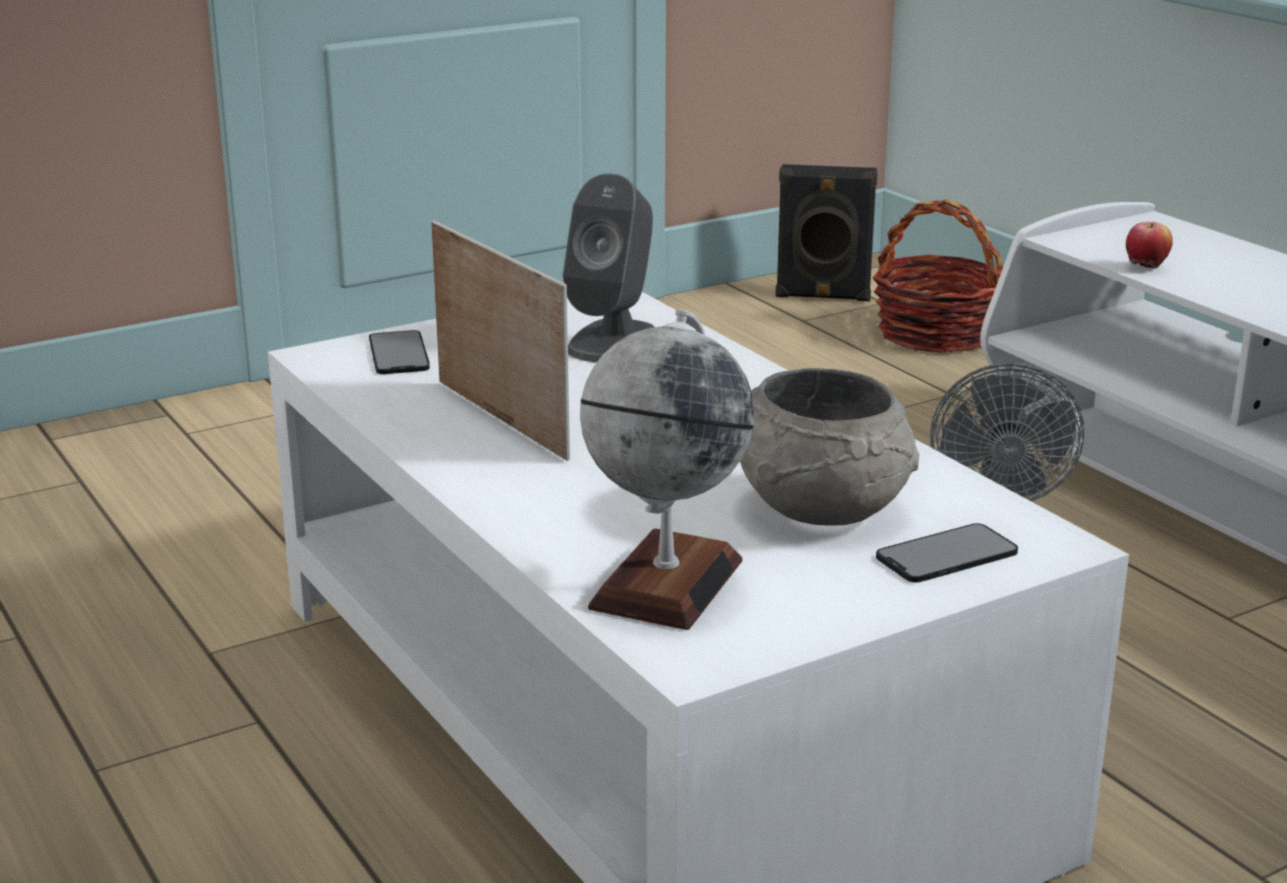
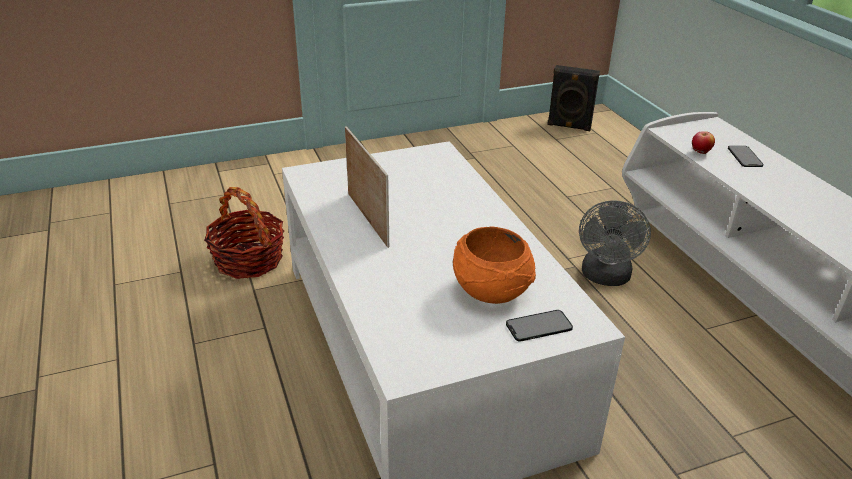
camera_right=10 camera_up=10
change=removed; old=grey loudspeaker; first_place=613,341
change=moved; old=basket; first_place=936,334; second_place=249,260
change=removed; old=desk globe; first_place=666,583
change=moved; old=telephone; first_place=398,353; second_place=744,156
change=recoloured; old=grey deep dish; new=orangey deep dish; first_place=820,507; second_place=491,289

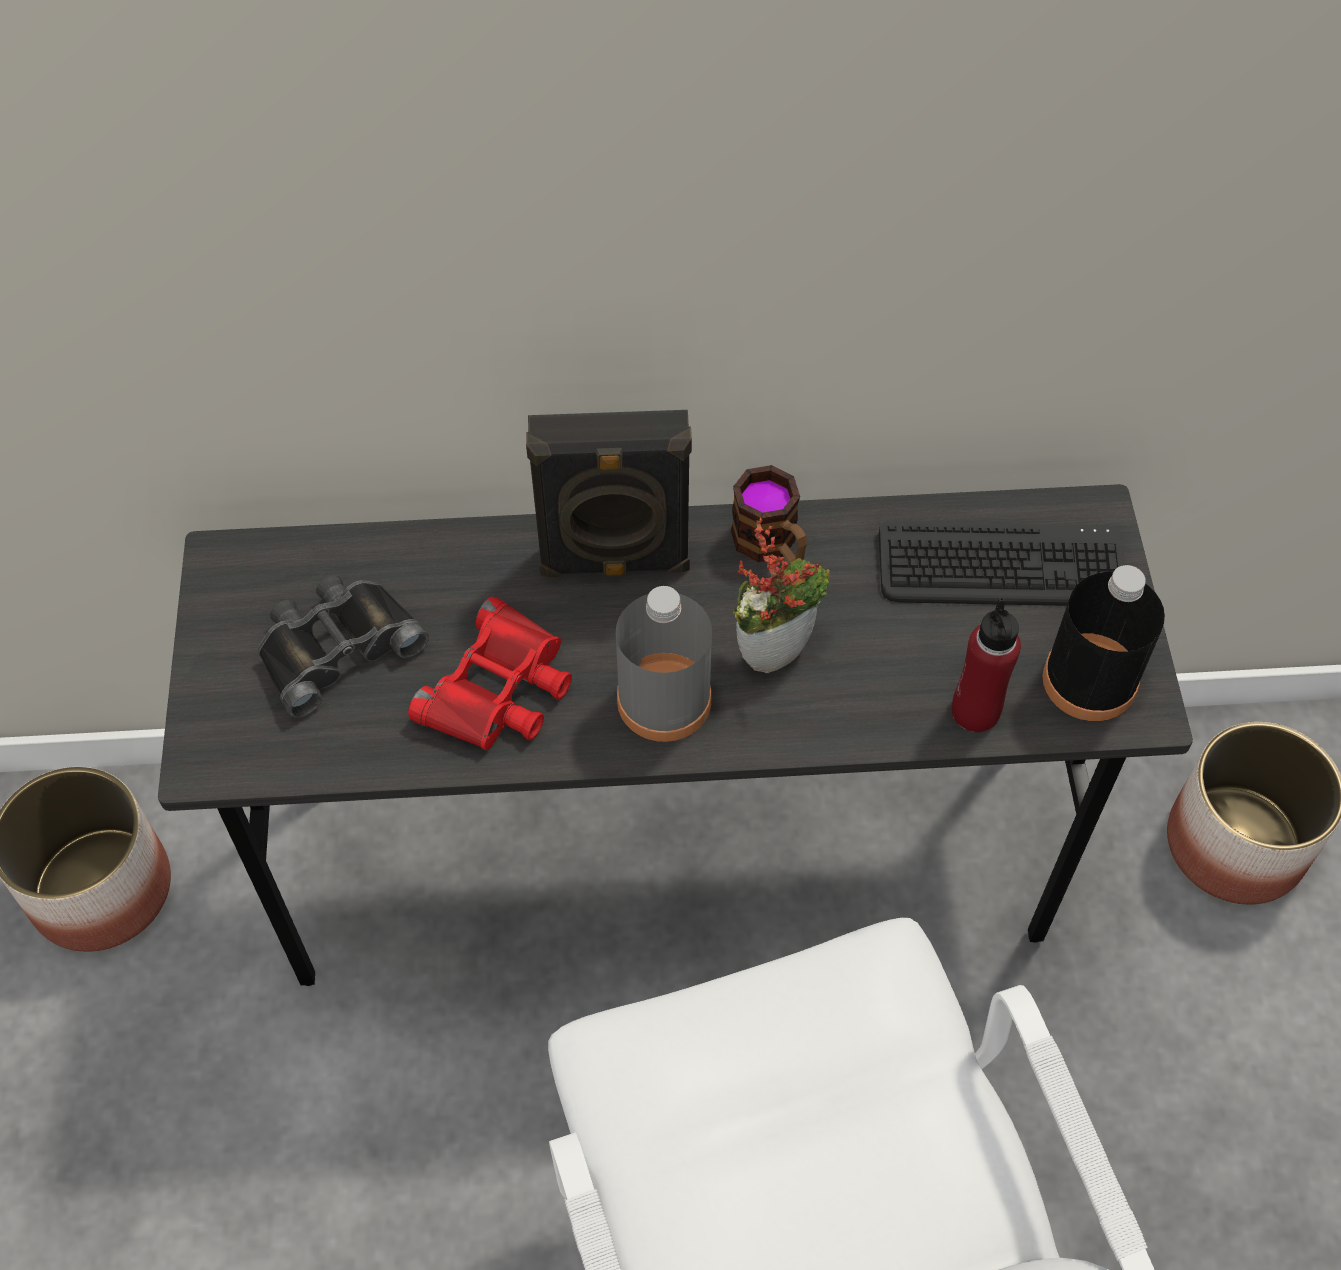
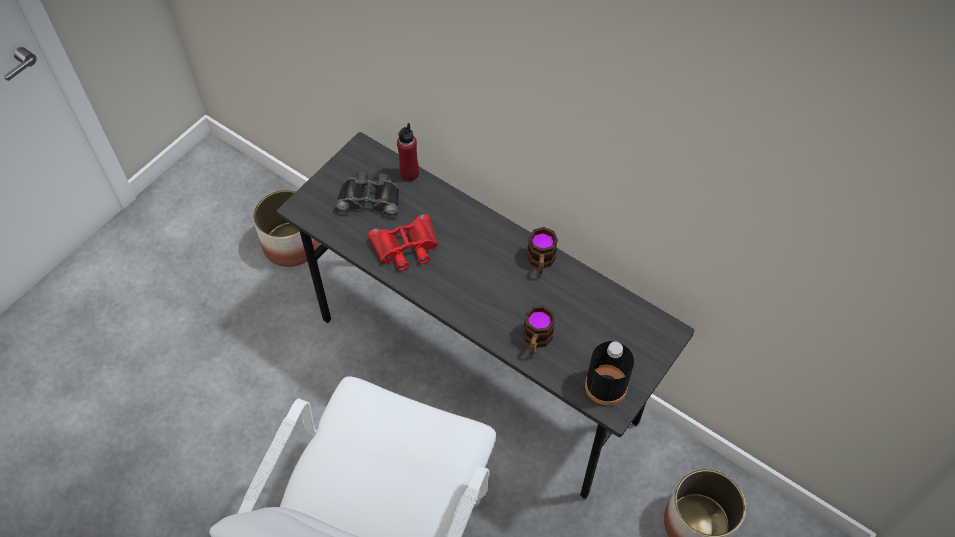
camera_right=40 camera_up=0
change=removed; old=blackish loudspeaker; first_place=614,563
change=removed; old=potted plant; first_place=774,647
change=removed; old=keyboard; first_place=1001,567
change=removed; old=grey bottle; first_place=664,700
change=moved; old=red-coloured bottle; first_place=975,711; second_place=409,173
change=added; new=coffee mug; second_place=536,340

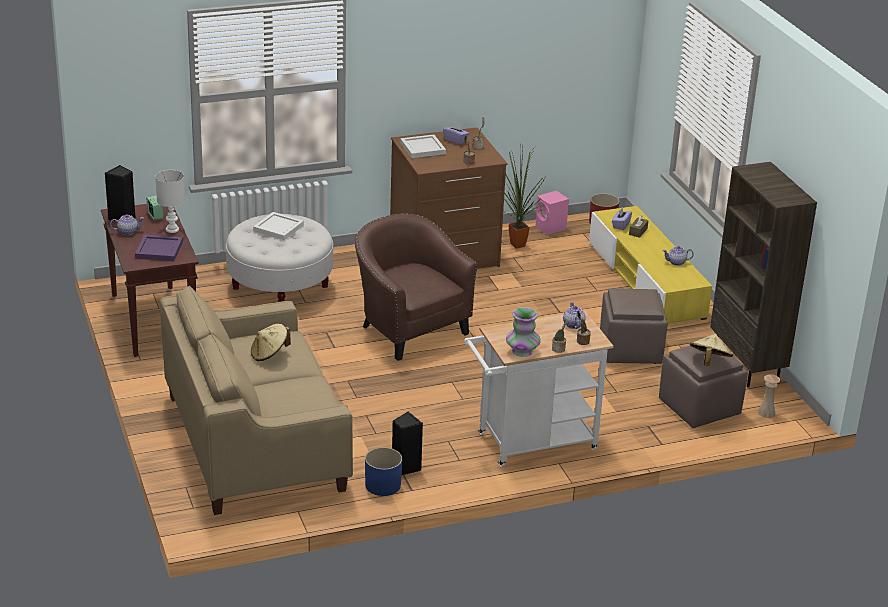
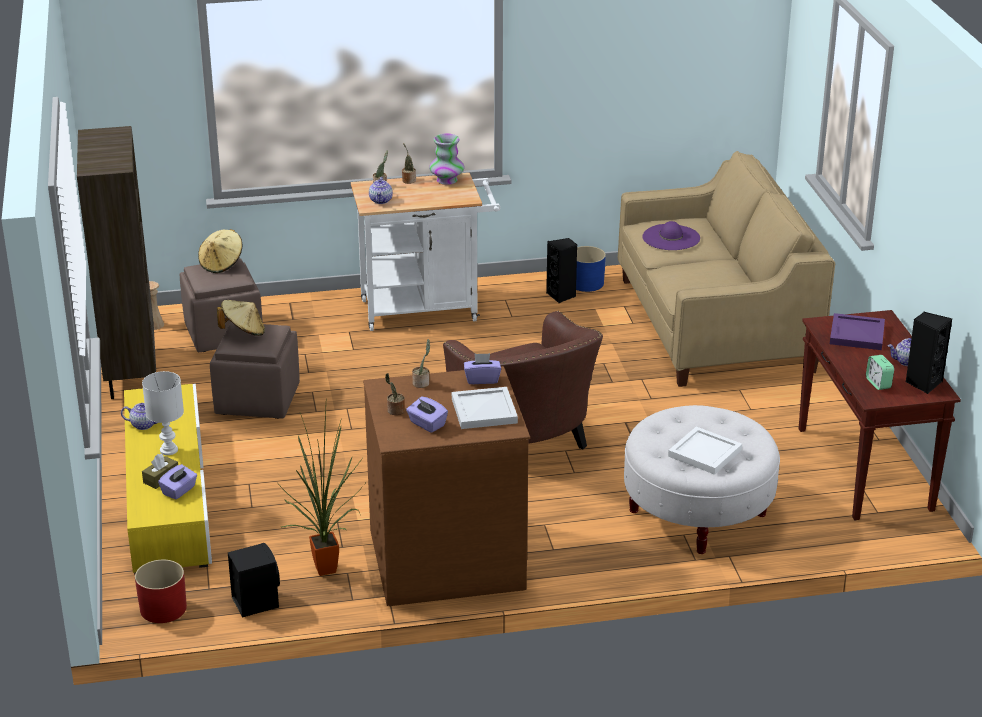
camera_right=-170 camera_up=0
change=moved; old=white tabletop lamp; first_place=171,230; second_place=169,450
change=recoloured; old=pinkish loudspeaker; new=blackish loudspeaker; first_place=551,228; second_place=255,601
change=moved; old=beige-coloured wearable hat; first_place=269,354; second_place=243,332
change=added; new=purple-coloured wearable hat; second_place=671,237
change=added; new=purple-coloured tissue box; second_place=482,379

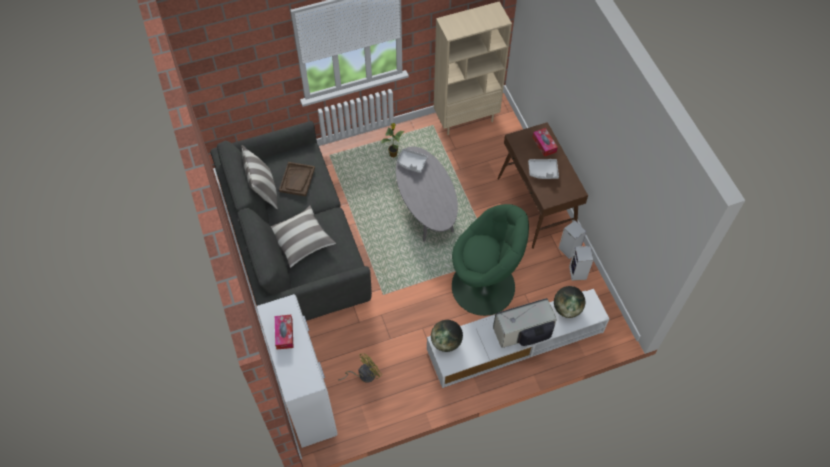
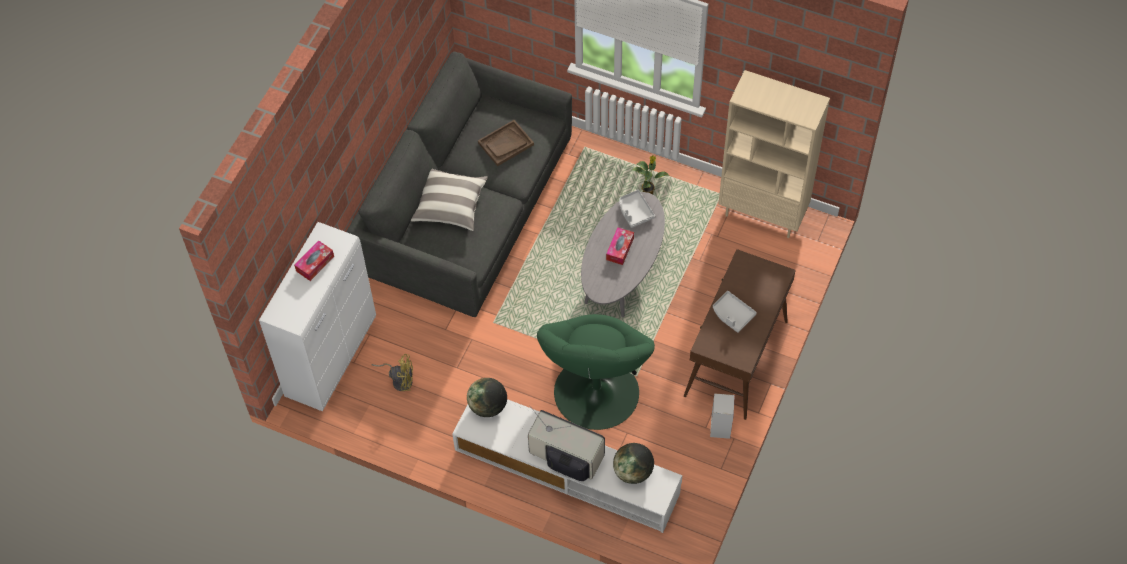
camera_right=45 camera_up=0
change=moved; old=tissue box; first_place=544,144; second_place=620,249
change=removed; old=cushion; first_place=263,191
change=turned; old=greenish easy chair; first_place=484,286; second_place=595,393; degrees=45
change=removed; old=loudspeaker; first_place=578,273

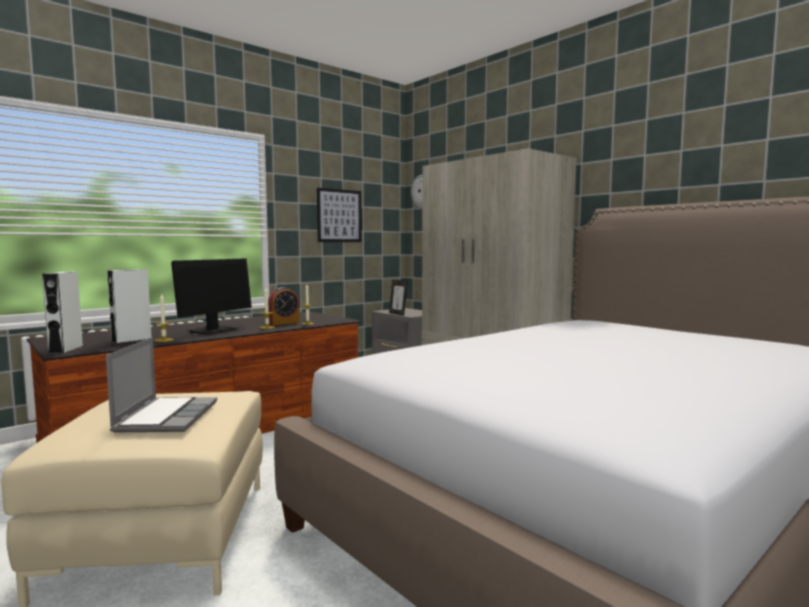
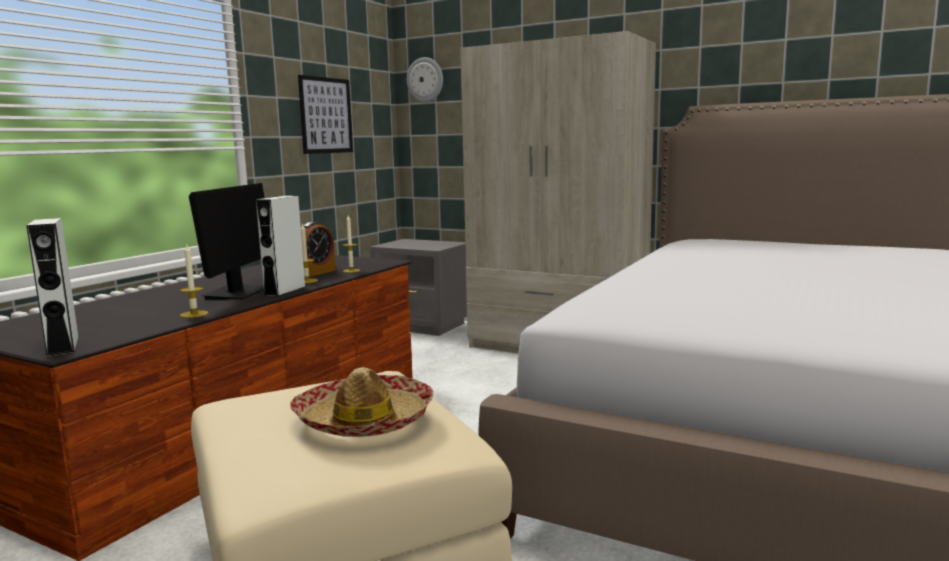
camera_right=-20 camera_up=5
change=moved; old=white loudspeaker; first_place=132,340; second_place=284,291
change=removed; old=photo frame; first_place=398,314
change=replaced; old=laptop; new=wearable hat; first_place=166,416; second_place=365,420

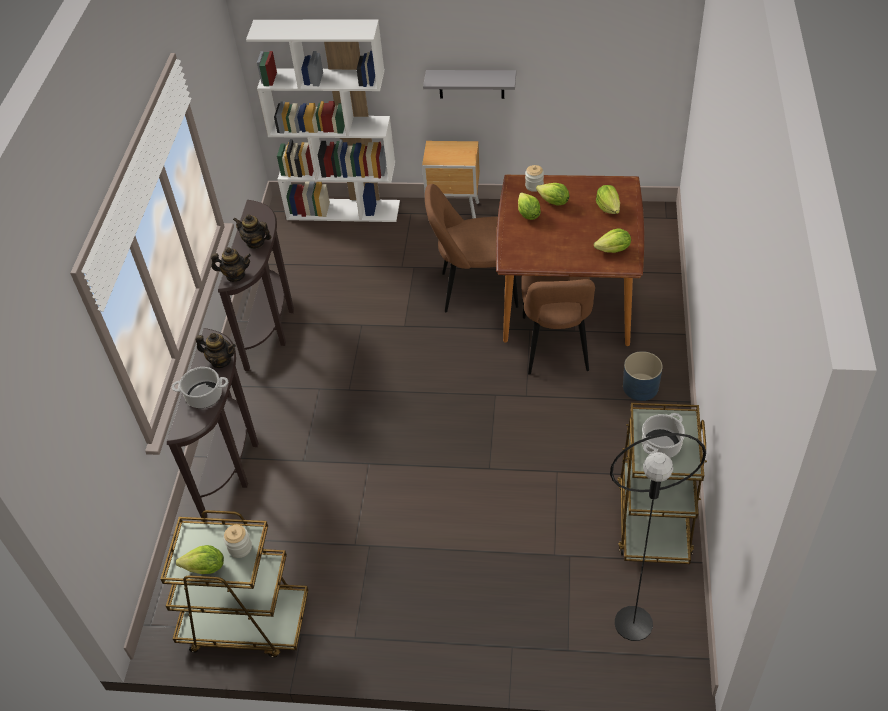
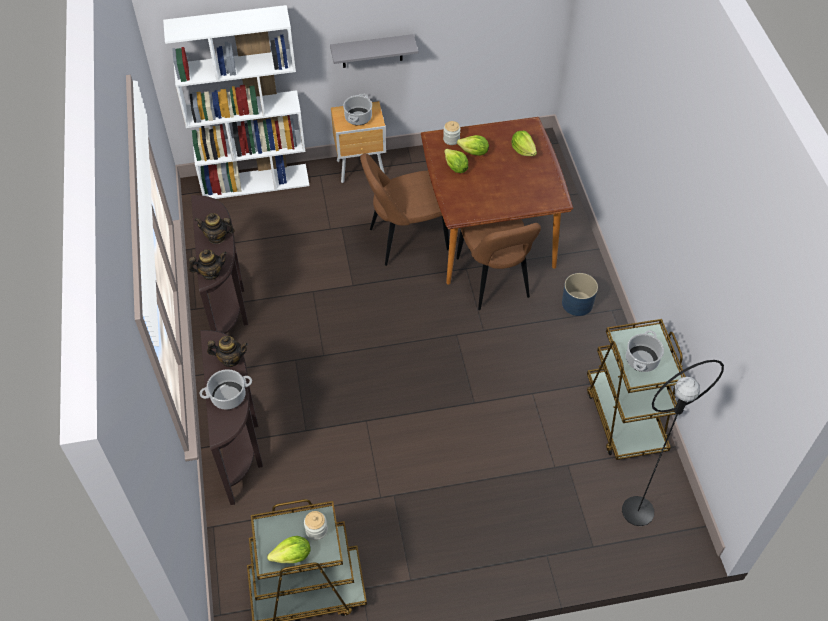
camera_right=-20 camera_up=5
change=removed; old=lettuce; first_place=613,250
change=added; new=cooking pot; second_place=358,118

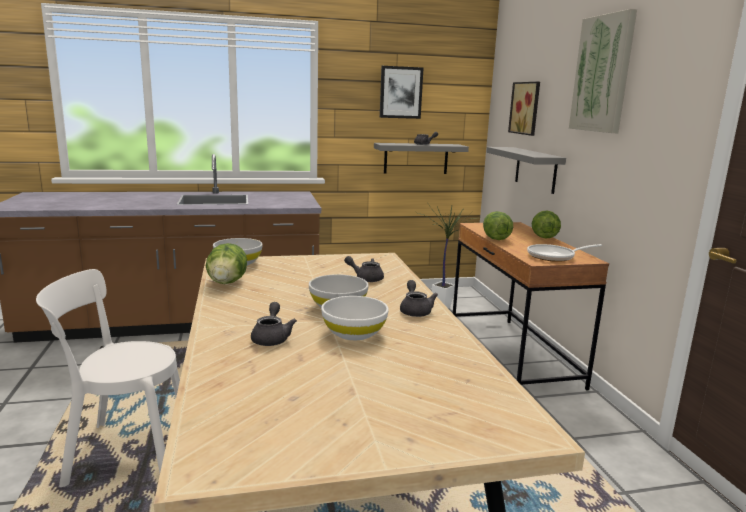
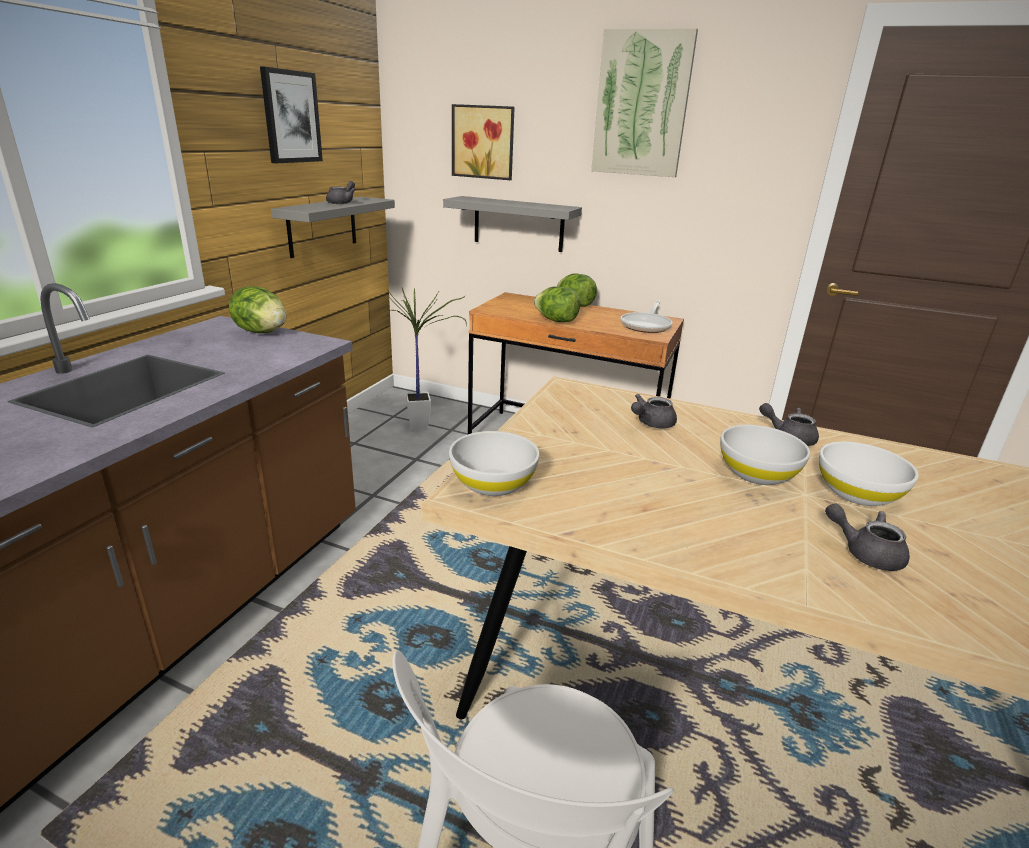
camera_right=-55 camera_up=10
change=moved; old=lettuce; first_place=227,282; second_place=262,332

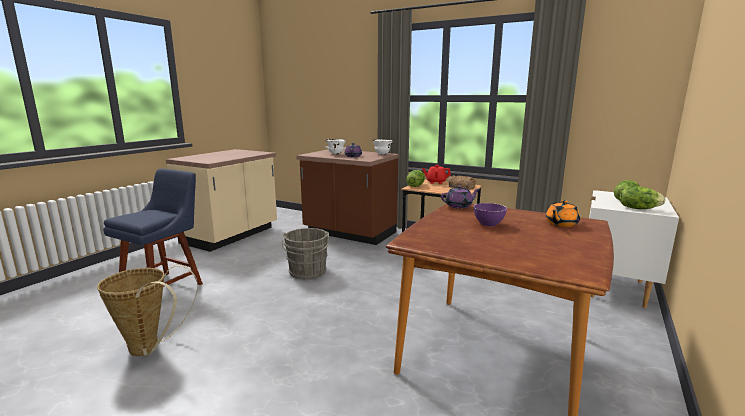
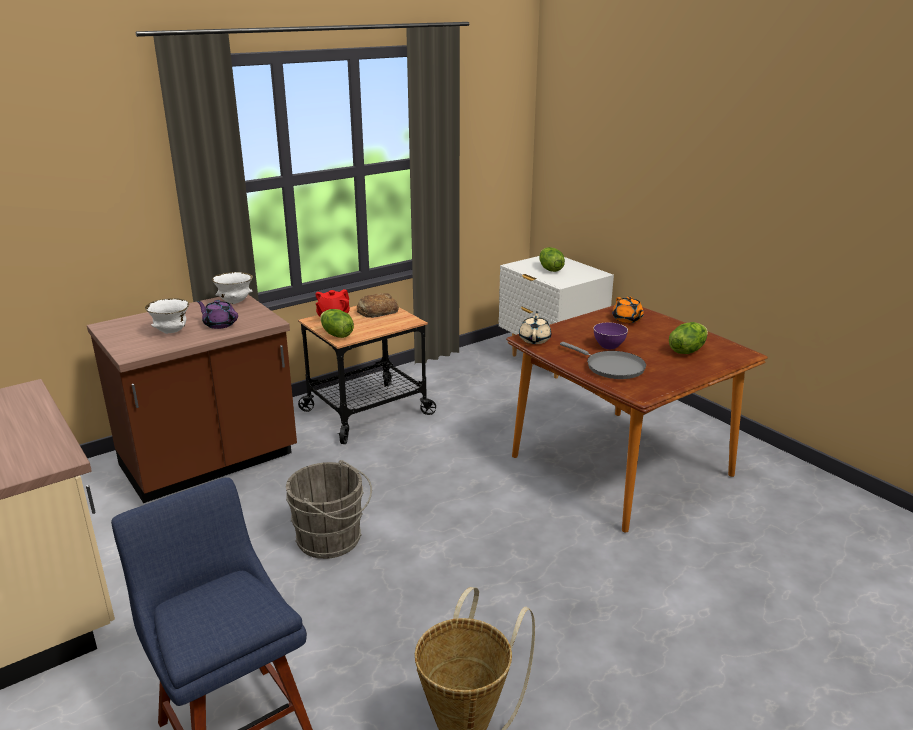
camera_right=-65 camera_up=10
change=recoloured; old=purple-coloured pot for tea; new=beige-coloured pot for tea; first_place=459,206; second_place=535,339
change=moved; old=lettuce; first_place=638,208; second_place=686,350
change=added; new=grey frying pan; second_place=611,367

